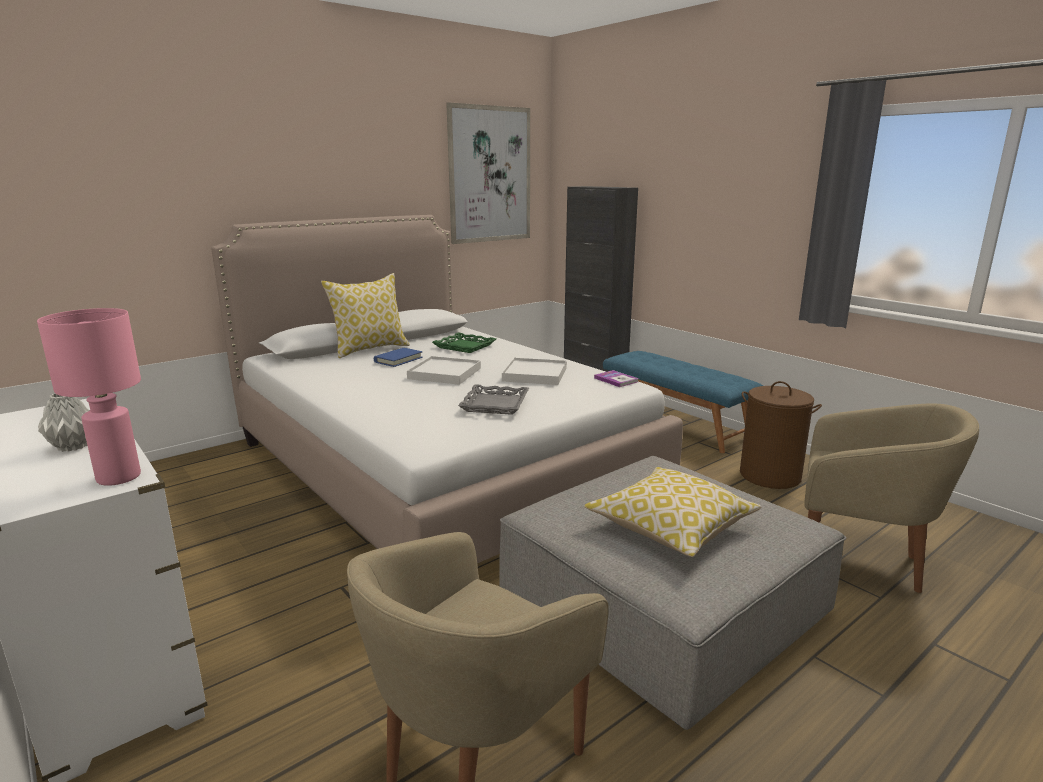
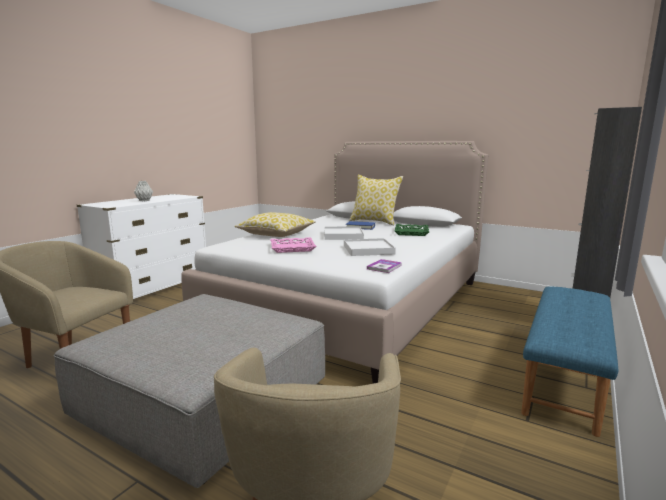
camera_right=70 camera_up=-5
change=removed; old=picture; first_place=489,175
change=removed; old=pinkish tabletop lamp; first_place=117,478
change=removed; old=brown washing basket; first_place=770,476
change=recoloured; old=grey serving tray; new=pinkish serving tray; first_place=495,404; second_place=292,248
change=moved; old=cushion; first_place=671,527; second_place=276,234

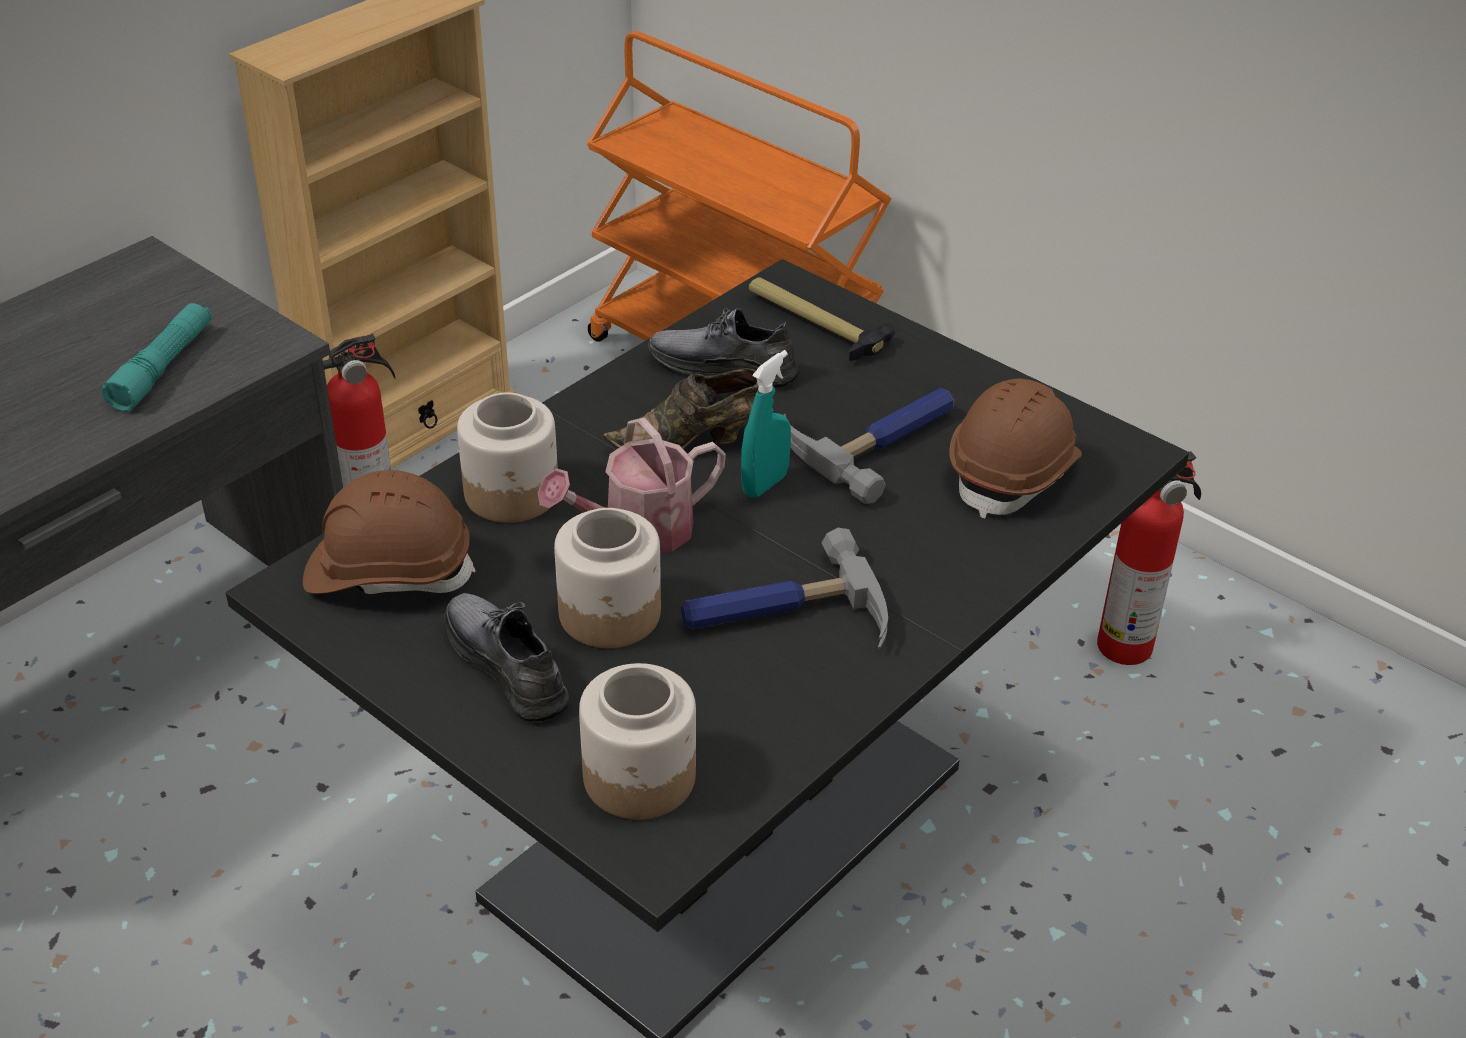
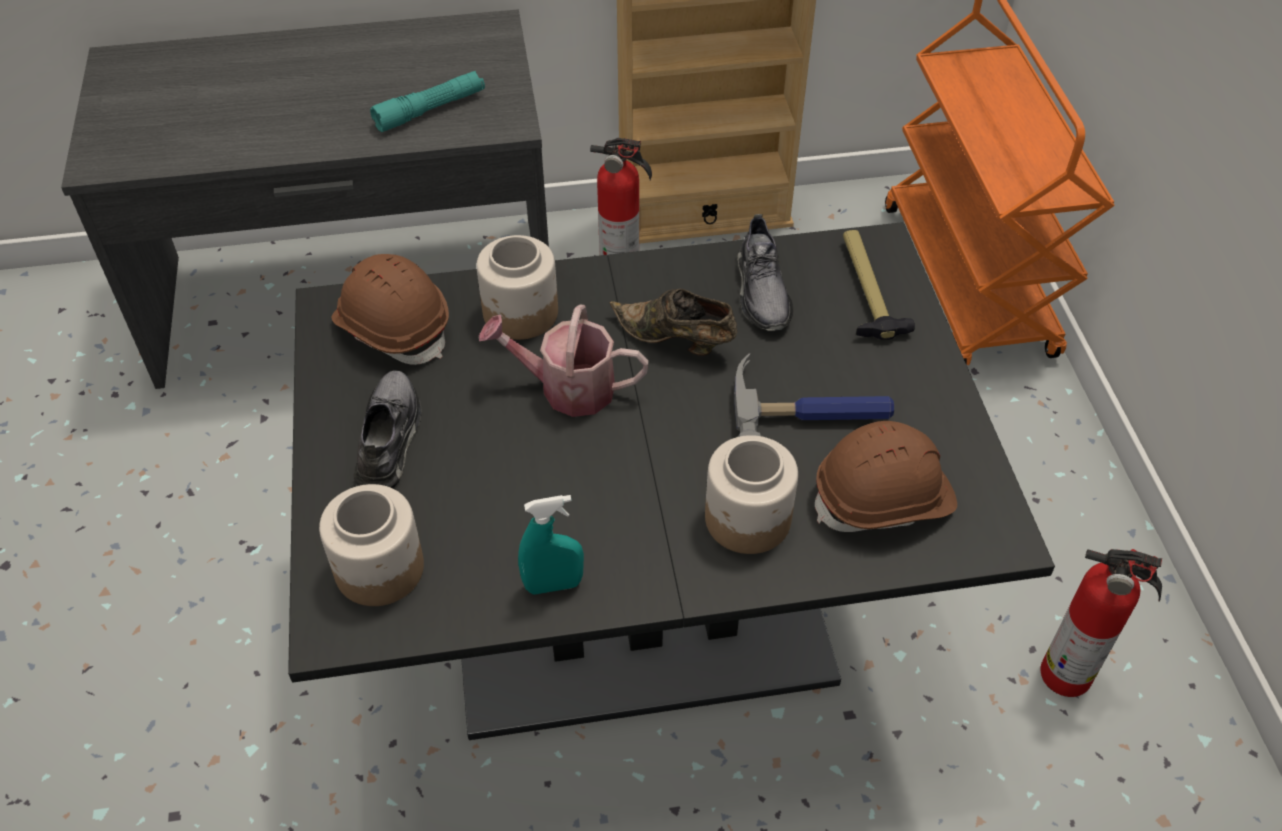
camera_right=40 camera_up=10
change=turned; old=grey item of footwear; first_place=723,366; second_place=762,290; degrees=-150
change=moved; old=turquoise hand sprayer; first_place=765,484; second_place=553,585
change=moved; old=preserve jar; first_place=610,614; second_place=747,520
change=removed; old=tool hammer; first_place=782,615

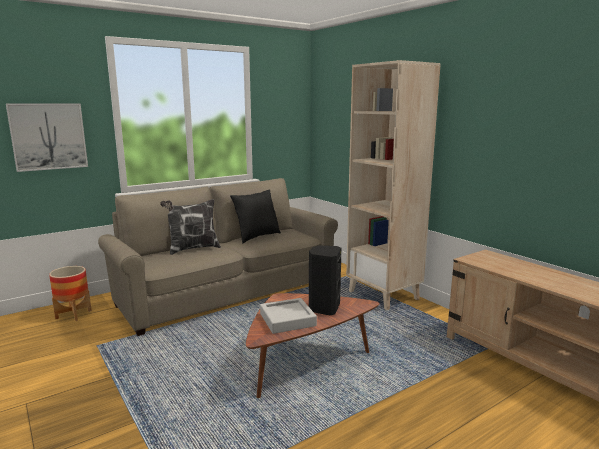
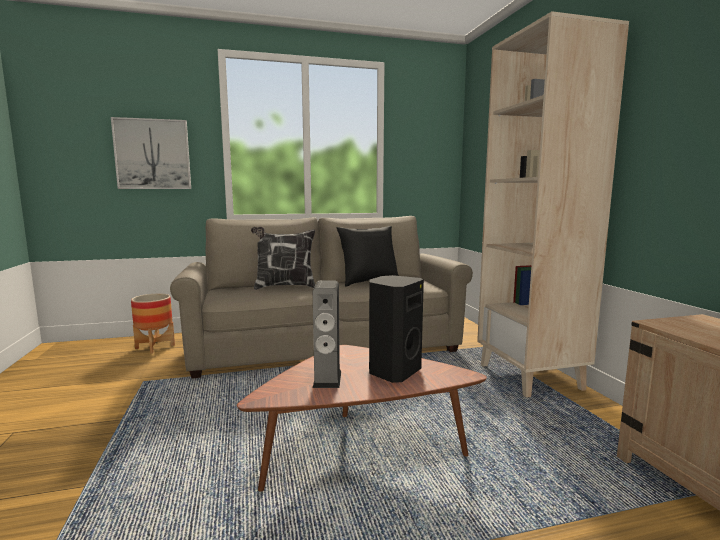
camera_right=20 camera_up=-5
change=replaced; old=grey serving tray; new=loudspeaker; first_place=287,320; second_place=327,379

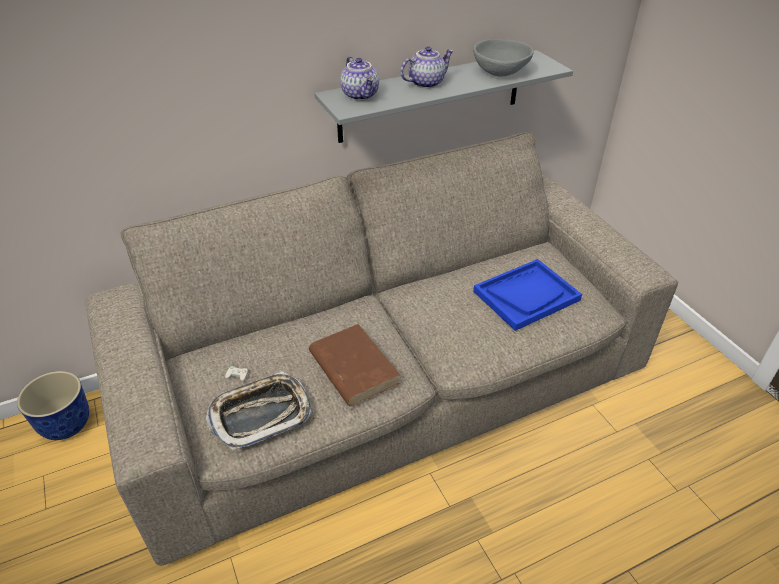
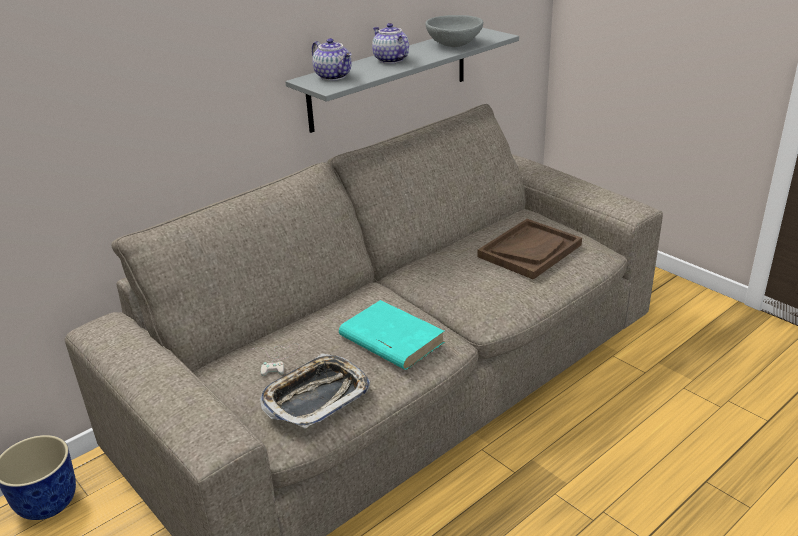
camera_right=-15 camera_up=-10
change=turned; old=pot for tea; first_place=426,83; second_place=390,60; degrees=-75
change=recoloured; old=bluish serving tray; new=brown serving tray; first_place=526,295; second_place=529,250
change=recoloured; old=brown bound book; new=turquoise bound book; first_place=353,367; second_place=390,339

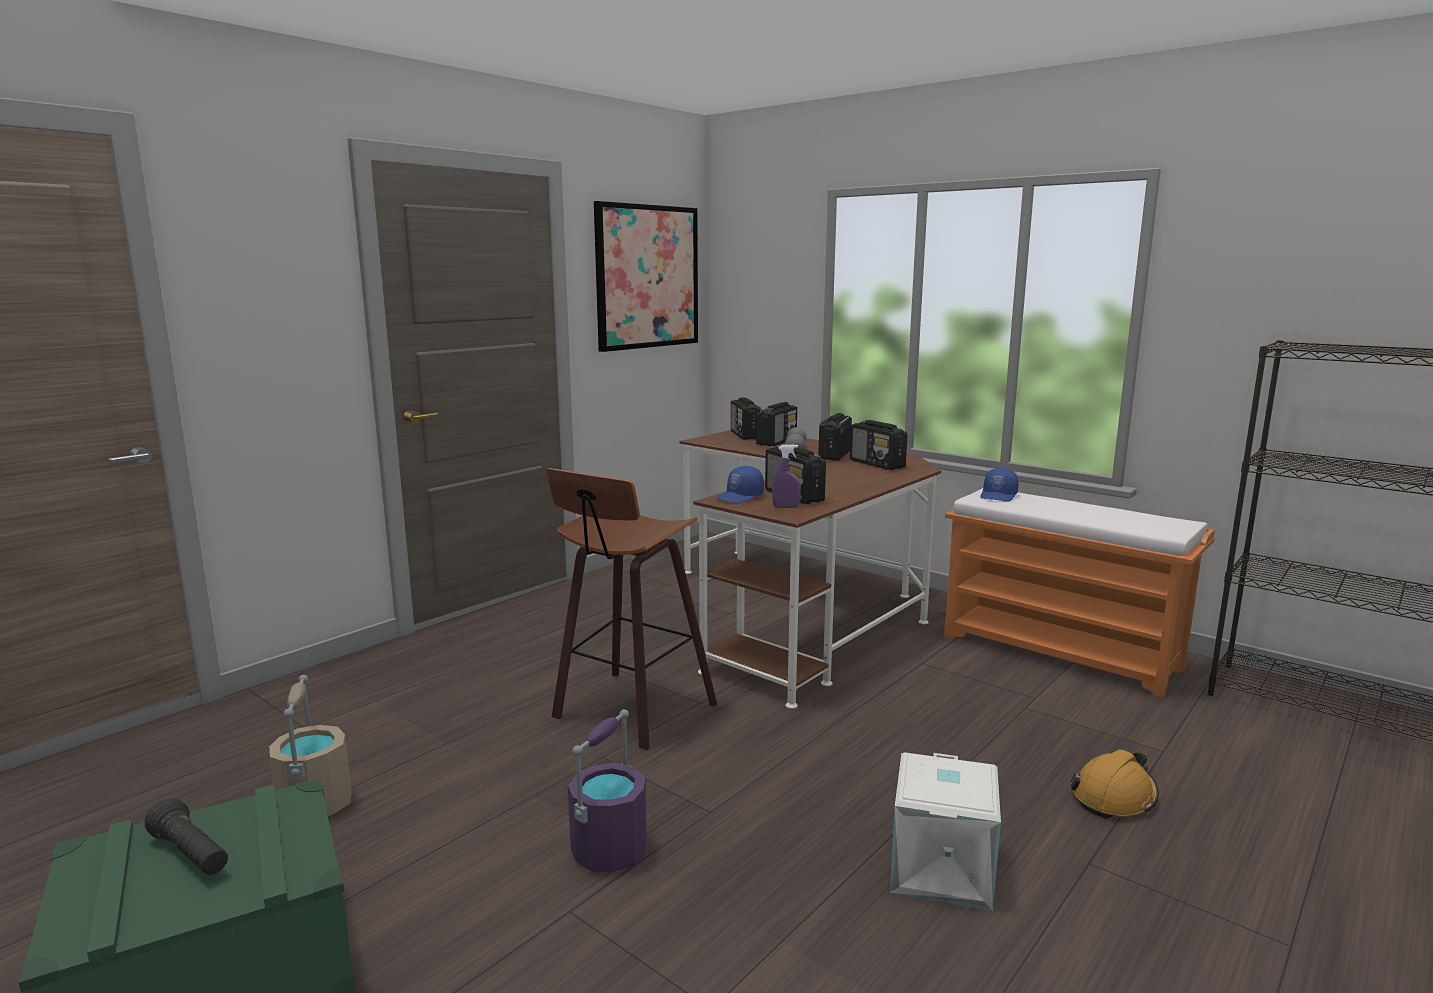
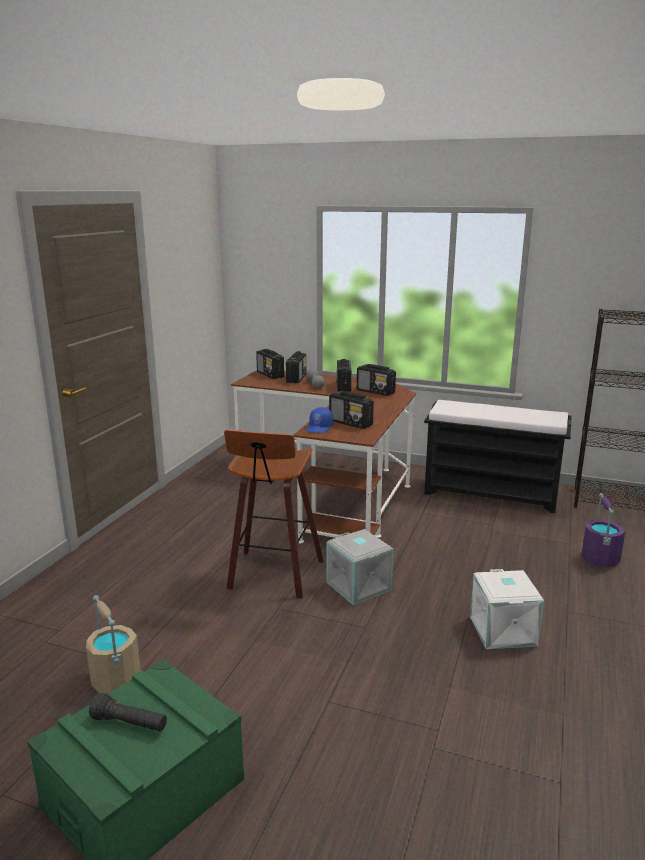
camera_right=-20 camera_up=5
change=removed; old=picture; first_place=647,277
change=removed; old=purple-coloured hand sprayer; first_place=786,507
change=removed; old=bluish peaked cap; first_place=999,496
change=recoloured; old=orangey indoor bench; new=blackish indoor bench; first_place=1062,652; second_place=492,494
change=moved; old=purple-coloured pail; first_place=610,850; second_place=599,559
change=removed; old=orangey hard hat; first_place=1114,797
change=added; new=grey storage container; second_place=360,586

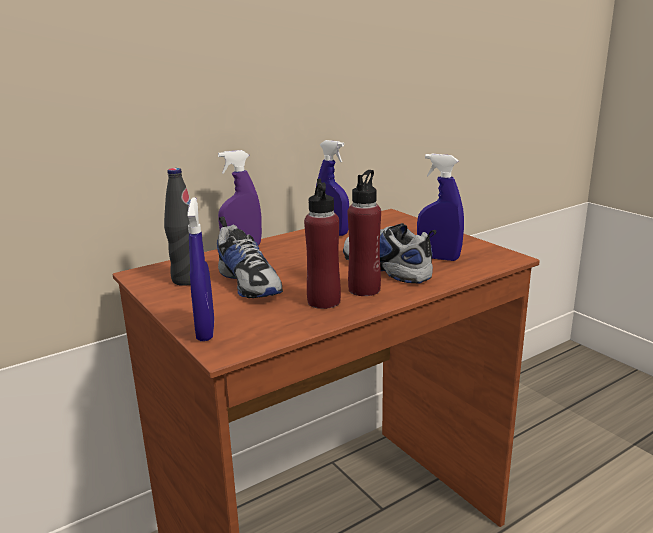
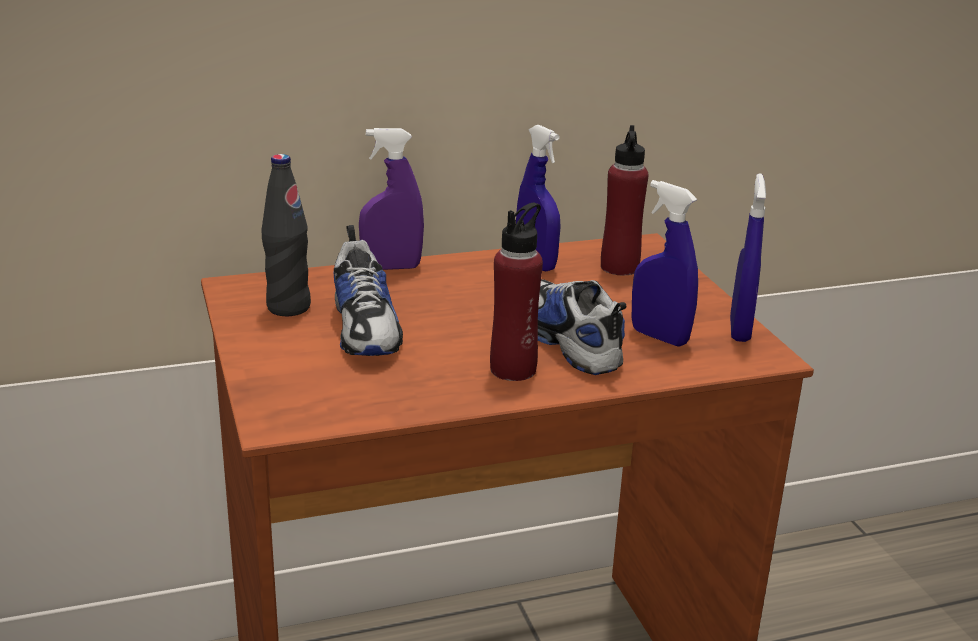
camera_right=15 camera_up=5
change=moved; old=red-coloured bottle; first_place=323,301; second_place=619,267
change=moved; old=bluish hand sprayer; first_place=205,331; second_place=739,330

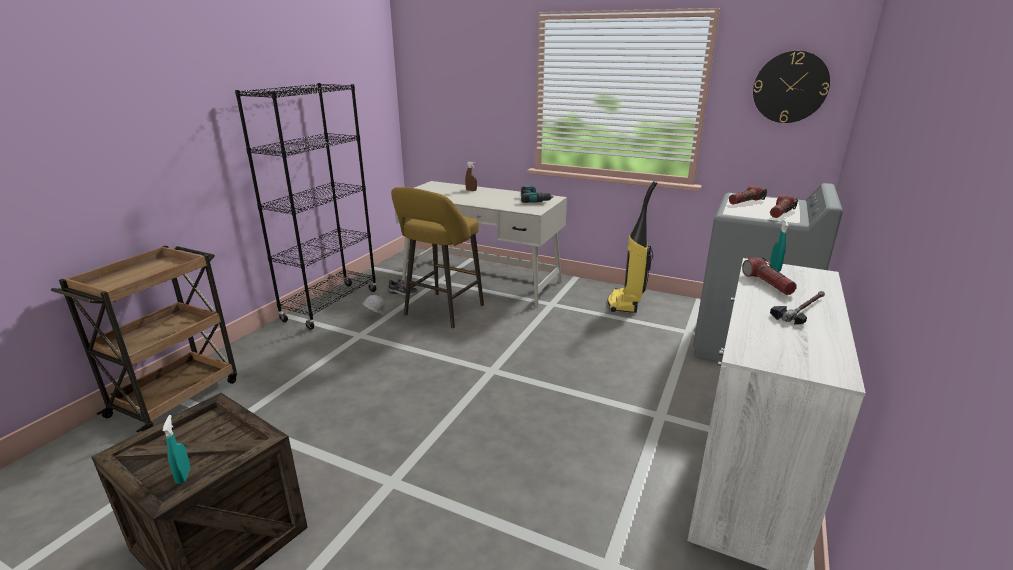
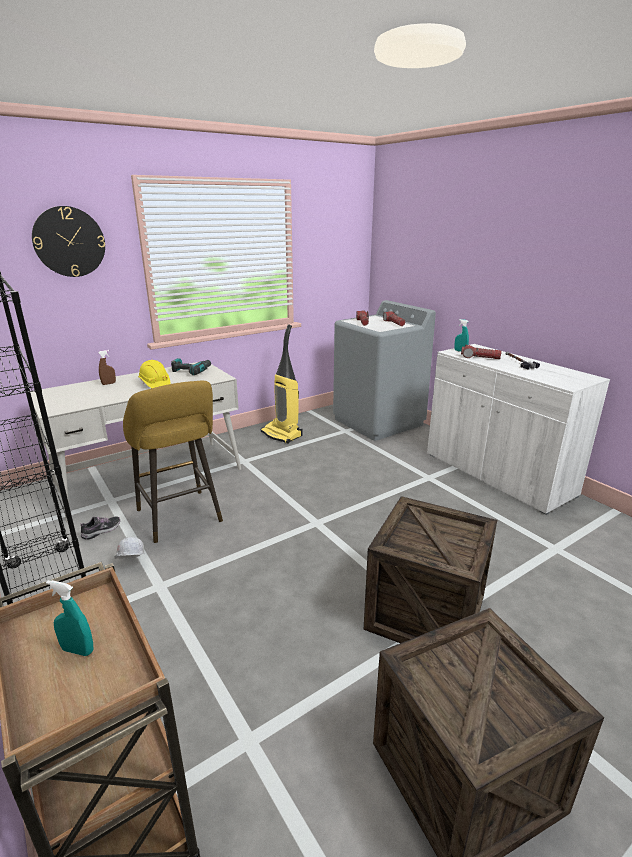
camera_right=-60 camera_up=0
change=moved; old=clock on the wall; first_place=790,87; second_place=69,242
change=moved; old=turquoise hand sprayer; first_place=183,475; second_place=78,650
change=added; new=yellow hard hat; second_place=155,384
change=added; new=packing crate; second_place=425,612

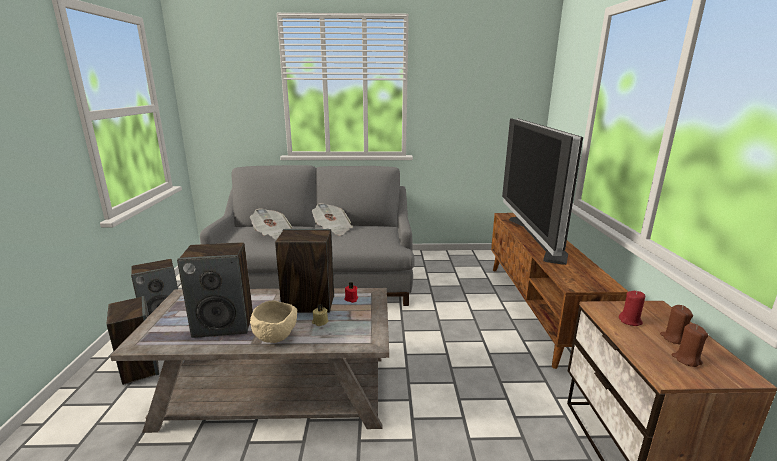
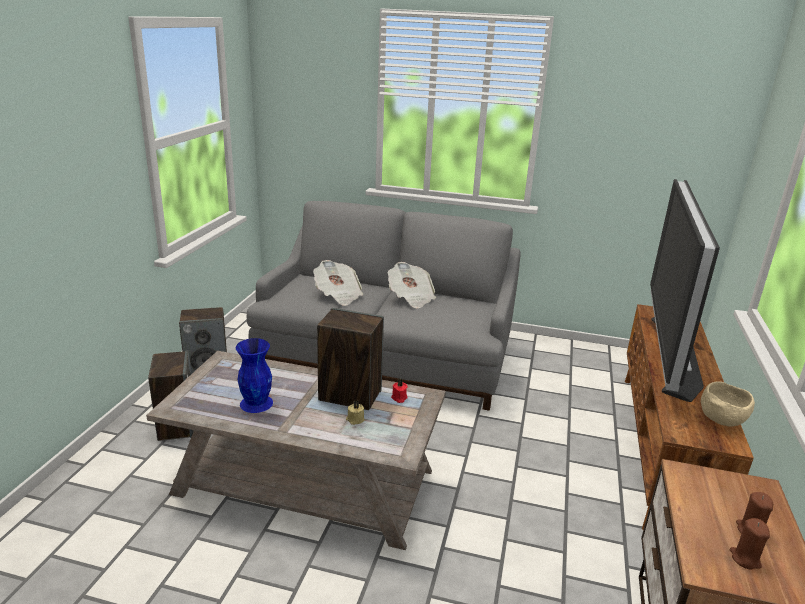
camera_right=15 camera_up=5
change=replaced; old=loudspeaker; new=bluish flower vase; first_place=224,325; second_place=257,403
change=removed; old=red-coloured wax candle; first_place=630,321
change=moved; old=beige-coloured deep dish; first_place=276,337; second_place=721,420

